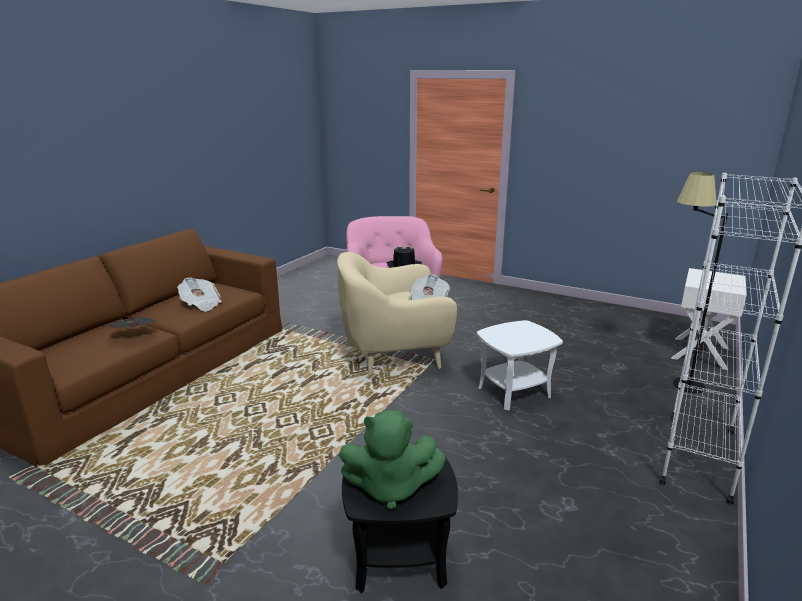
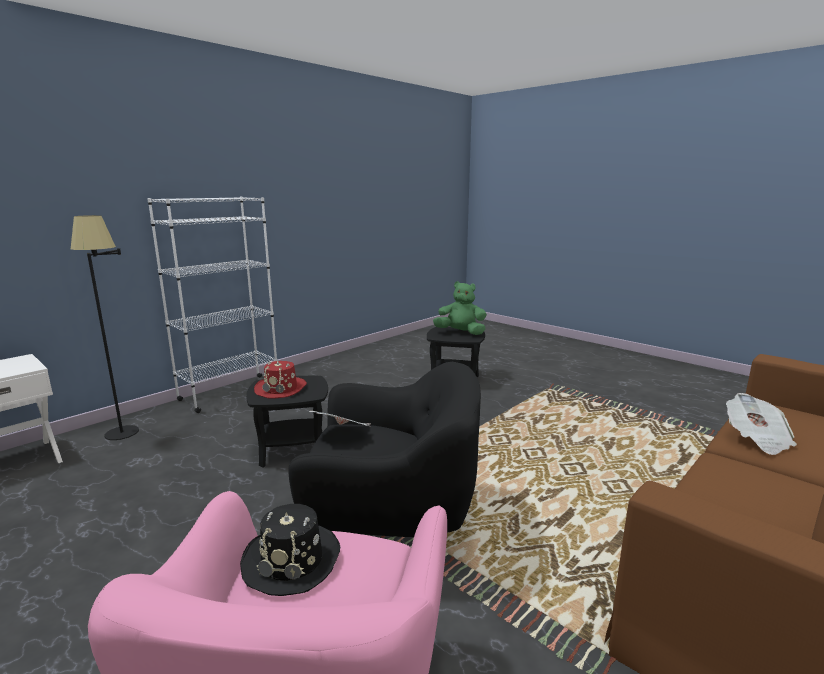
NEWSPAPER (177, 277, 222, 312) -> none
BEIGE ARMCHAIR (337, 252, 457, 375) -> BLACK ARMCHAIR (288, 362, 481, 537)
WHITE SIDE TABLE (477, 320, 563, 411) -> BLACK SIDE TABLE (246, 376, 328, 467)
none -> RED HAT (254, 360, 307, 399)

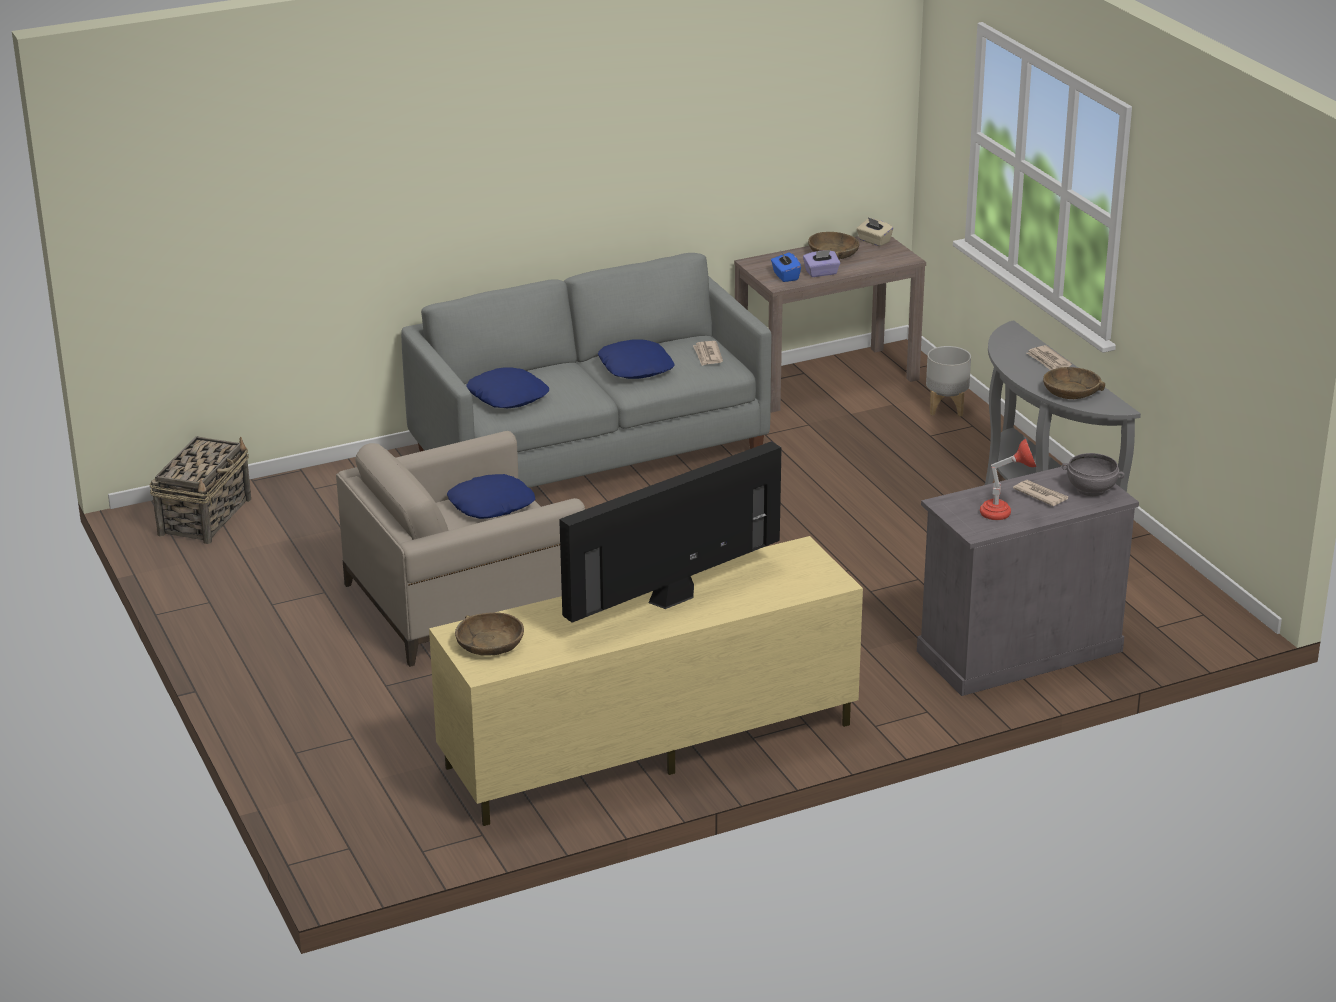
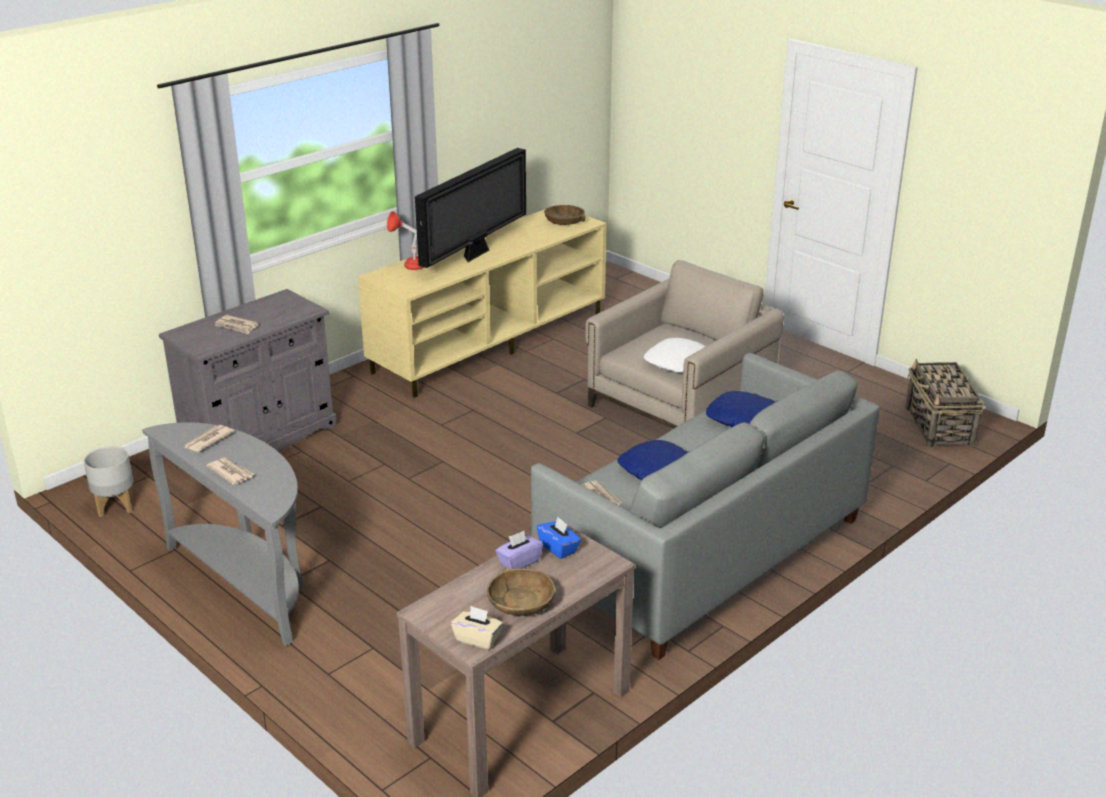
BLUE PILLOW (447, 474, 535, 519) -> WHITE PILLOW (644, 338, 706, 373)
GREY PLANTER (926, 346, 971, 417) -> GREY PLANTER (84, 446, 133, 517), relocated
RED TABLE LAMP (980, 439, 1036, 520) -> RED TABLE LAMP (387, 211, 424, 270), relocated
BROWN BOWL (1043, 367, 1105, 399) -> NEWSPAPER (184, 425, 234, 452)
GREY BOWL (1062, 453, 1125, 496) -> none

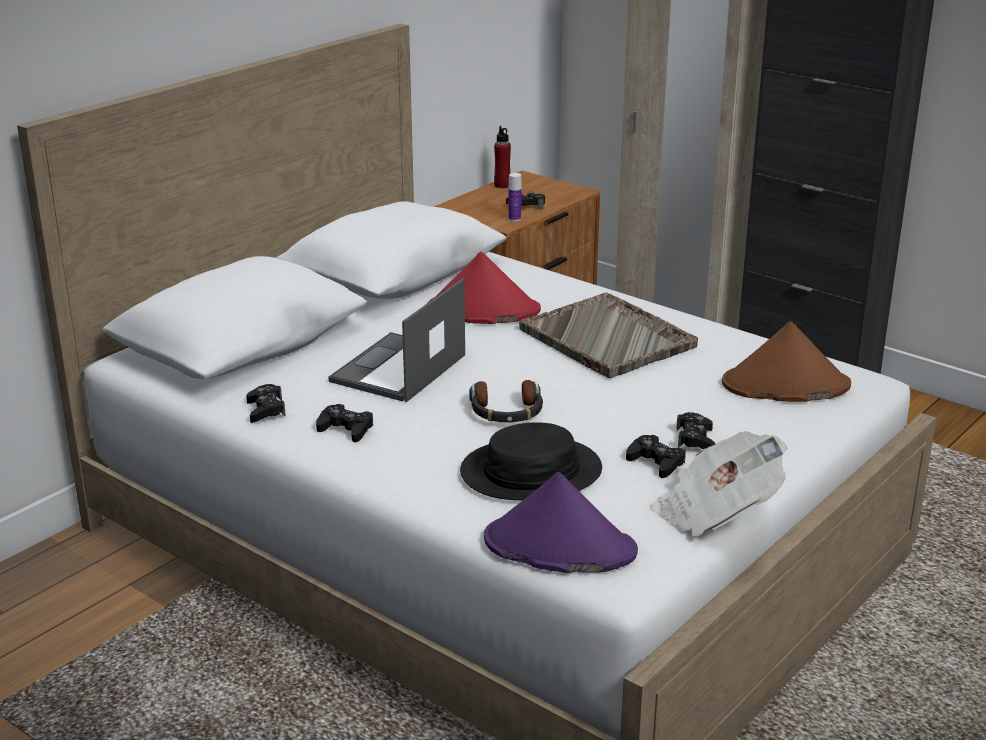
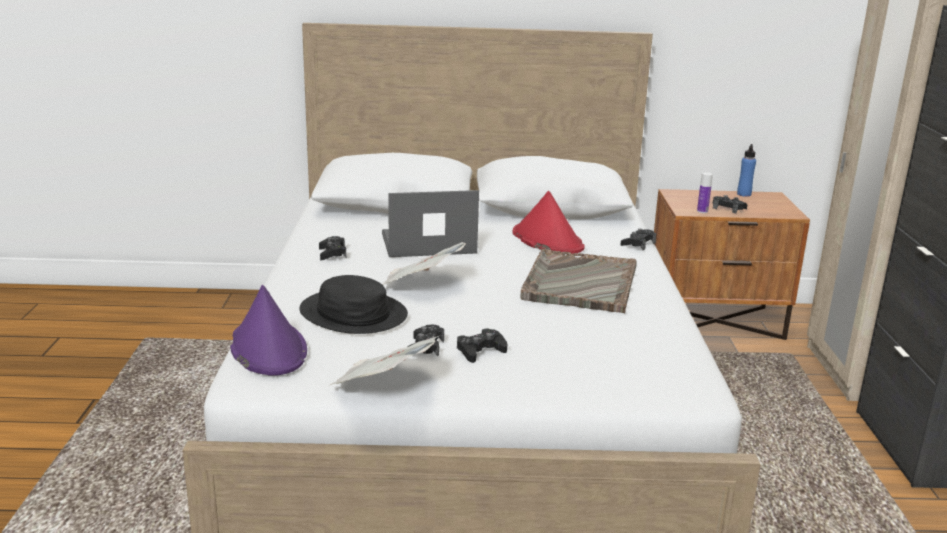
BLACK GAME CONTROLLER (246, 384, 286, 423) -> BLACK GAME CONTROLLER (620, 229, 656, 250), relocated
HEADPHONES (469, 380, 543, 422) -> NEWSPAPER (382, 242, 466, 285)
RED BOTTLE (494, 126, 511, 188) -> BLUE BOTTLE (737, 144, 756, 197)
BROWN HAT (722, 321, 851, 402) -> none

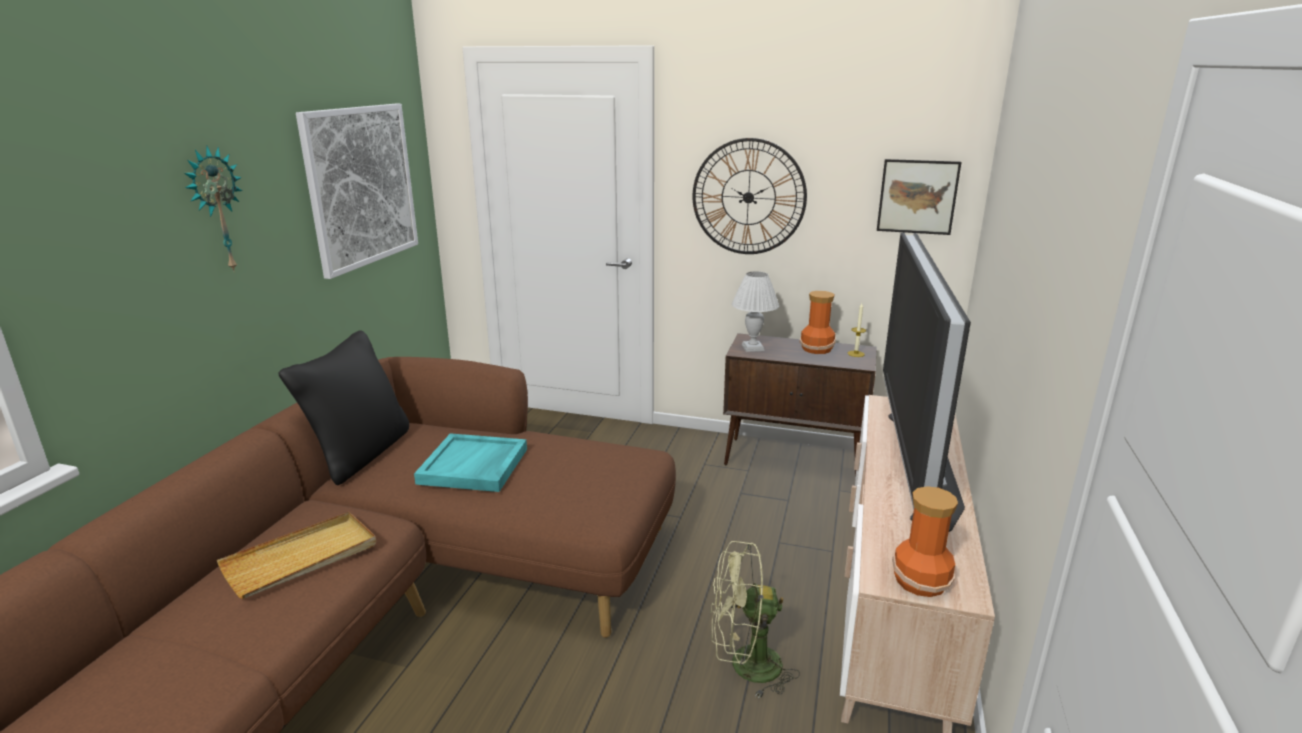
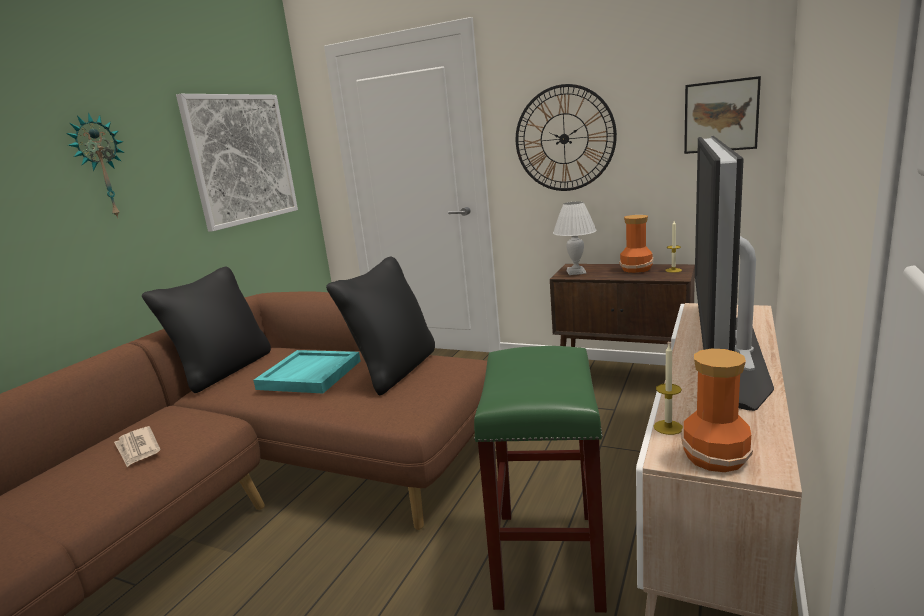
BEIGE TRAY (217, 512, 376, 599) -> NEWSPAPER (114, 426, 161, 467)
GREEN FAN (711, 541, 800, 699) -> GREEN STOOL (474, 346, 607, 613)
none -> BLACK PILLOW (326, 256, 435, 395)
none -> CANDLE (654, 345, 683, 435)

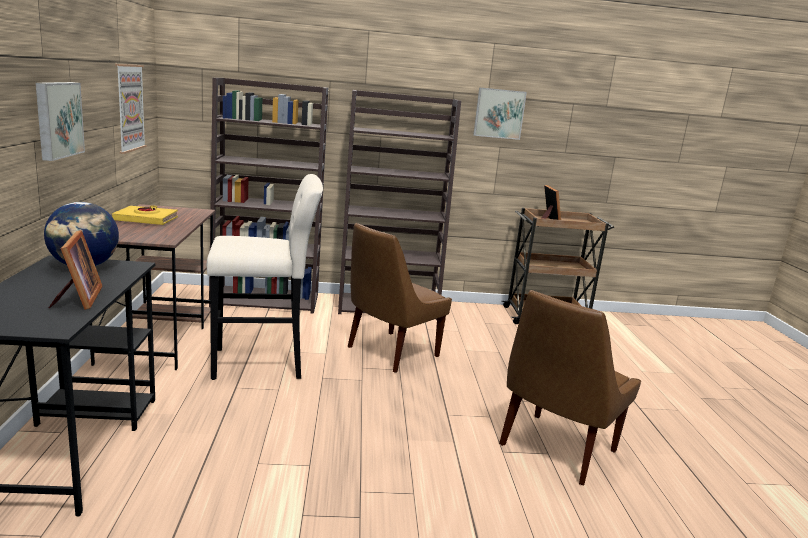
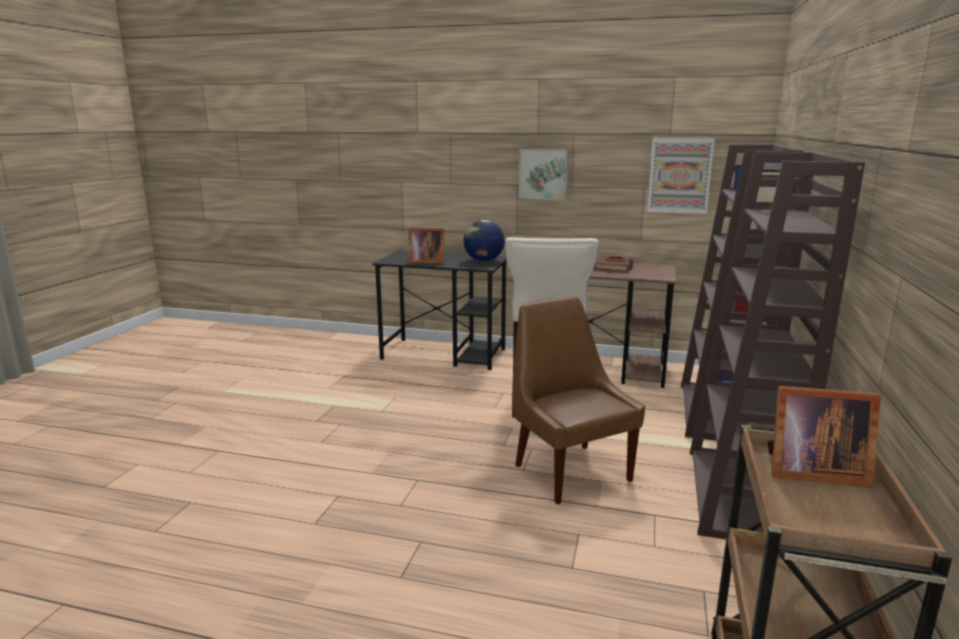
YELLOW BOOK (112, 205, 178, 225) -> BROWN BOOK (594, 255, 634, 272)
PICTURE (473, 87, 527, 140) -> none
BROWN CHAIR (499, 290, 641, 485) -> none

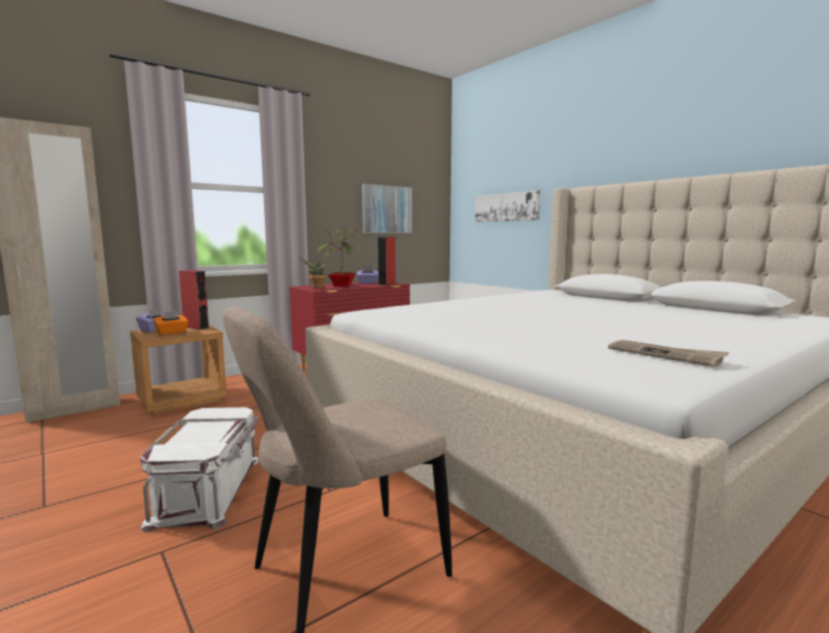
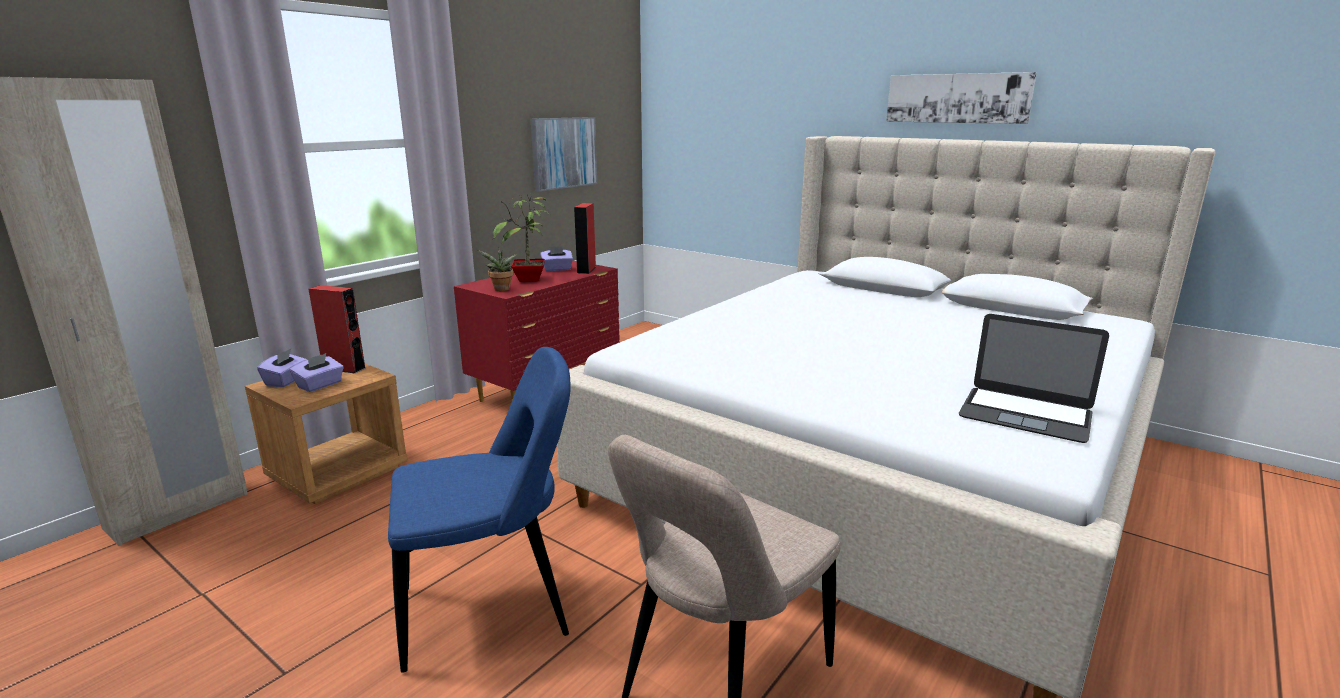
WHITE STORAGE BOX (141, 407, 260, 533) -> BLUE CHAIR (388, 347, 571, 673)
ORANGE TISSUE BOX (153, 311, 188, 335) -> PURPLE TISSUE BOX (290, 353, 344, 392)
PICTURE (475, 190, 540, 222) -> PICTURE (886, 72, 1037, 124), relocated
NEWSPAPER (608, 340, 729, 367) -> LAPTOP (959, 314, 1109, 443)

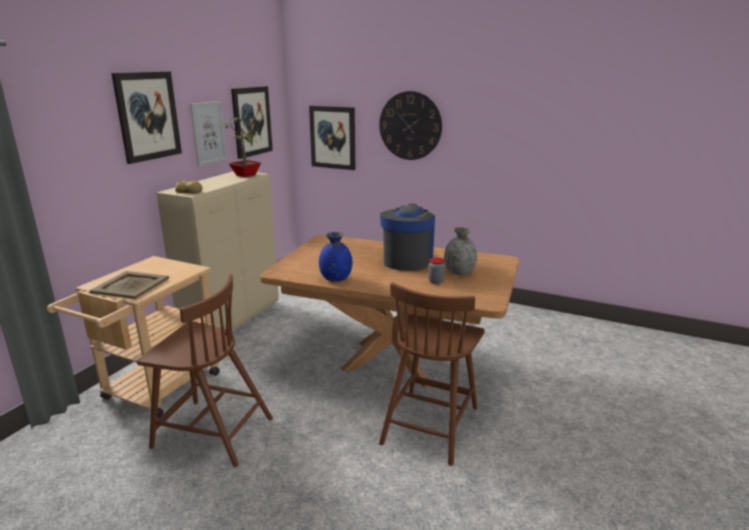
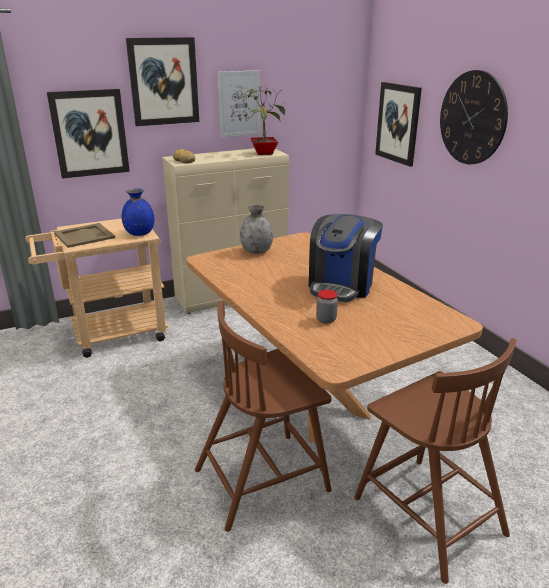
BROWN CHAIR (137, 274, 273, 467) -> BROWN CHAIR (354, 338, 517, 584), relocated
PICTURE (231, 86, 273, 159) -> PICTURE (47, 89, 130, 179), relocated
BLUE VASE (319, 232, 352, 282) -> BLUE VASE (122, 189, 154, 236), relocated
COFFEE MACHINE (380, 204, 435, 271) -> COFFEE MACHINE (309, 214, 383, 302), 150 degrees clockwise
GREY VASE (444, 227, 477, 275) -> GREY VASE (240, 204, 273, 254), relocated

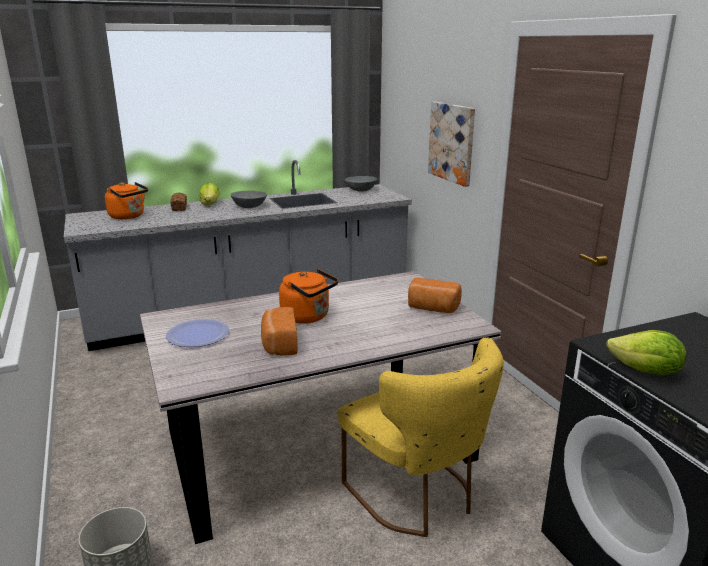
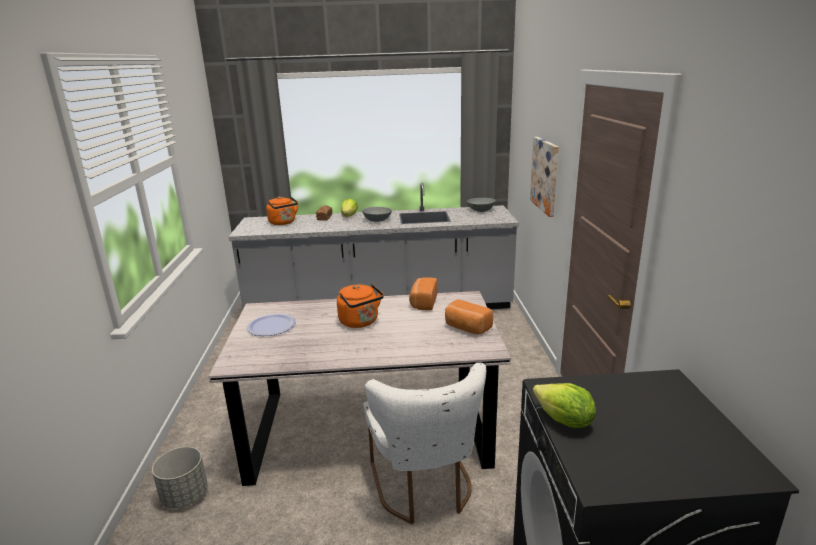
BREAD (261, 307, 298, 356) -> BREAD (409, 277, 437, 311), relocated
YELLOW CHAIR (338, 337, 504, 537) -> WHITE CHAIR (363, 362, 486, 524)

